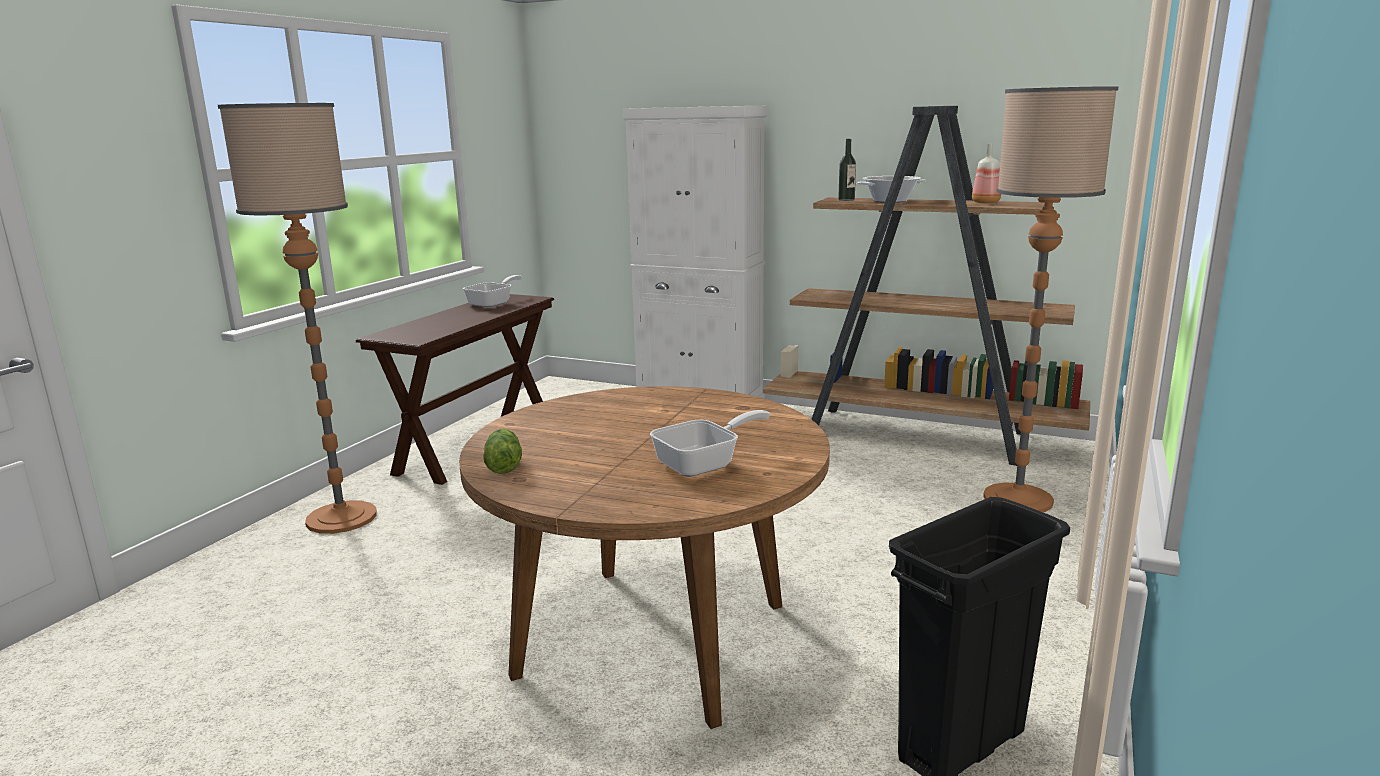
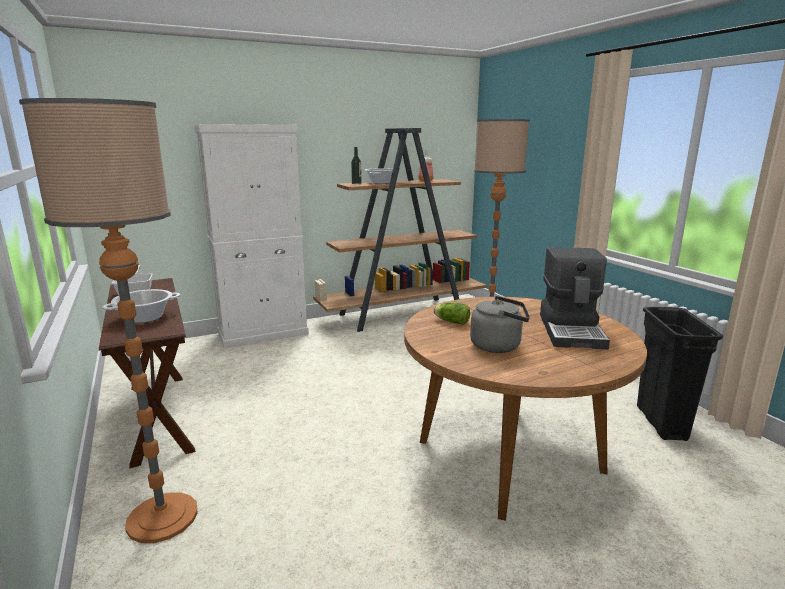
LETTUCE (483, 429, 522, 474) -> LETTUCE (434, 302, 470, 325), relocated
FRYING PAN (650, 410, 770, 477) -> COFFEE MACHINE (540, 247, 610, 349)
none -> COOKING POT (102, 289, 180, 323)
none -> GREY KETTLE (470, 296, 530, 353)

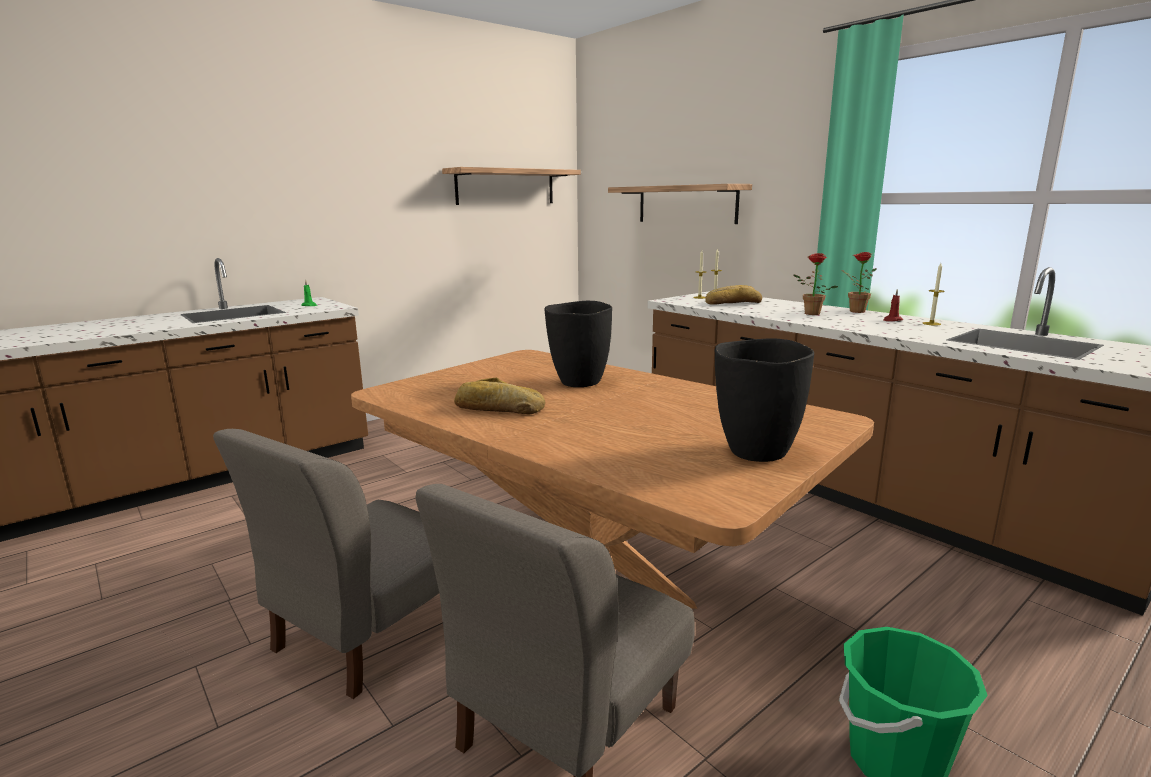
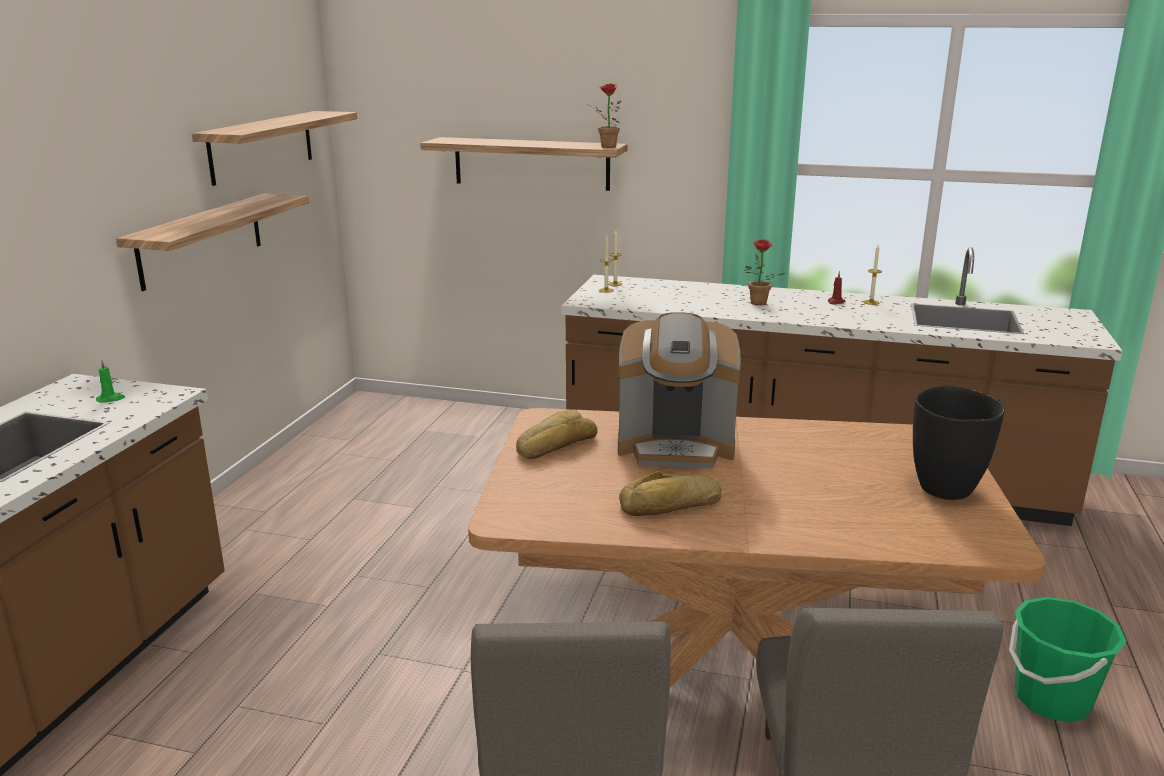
BLACK VASE (544, 301, 612, 387) -> COFFEE MACHINE (618, 312, 741, 469)
BREAD (705, 285, 762, 305) -> BREAD (516, 410, 597, 459), relocated
POTTED PLANT (841, 252, 877, 313) -> POTTED PLANT (587, 84, 621, 148), relocated
none -> SHELF (116, 193, 309, 291)

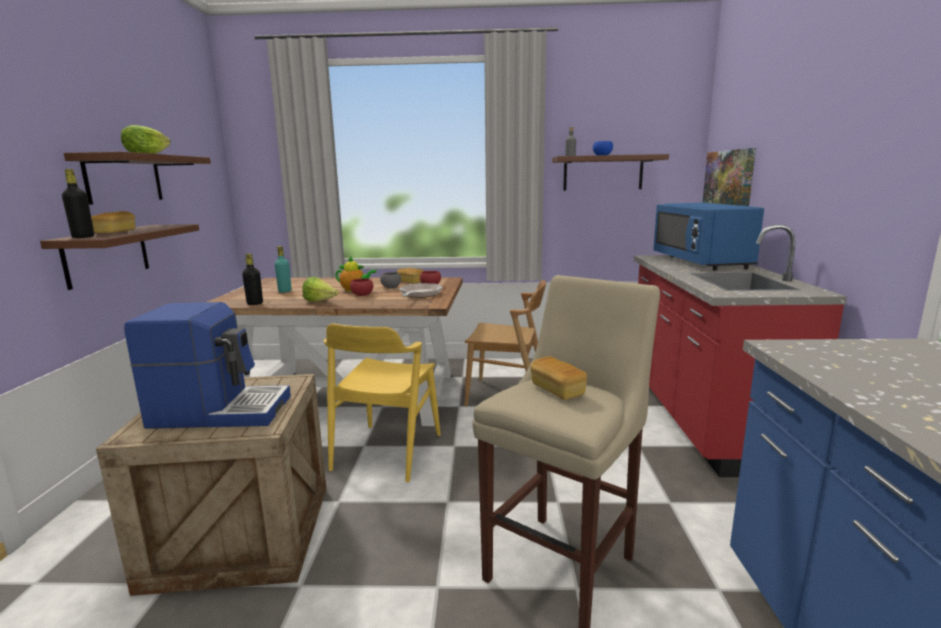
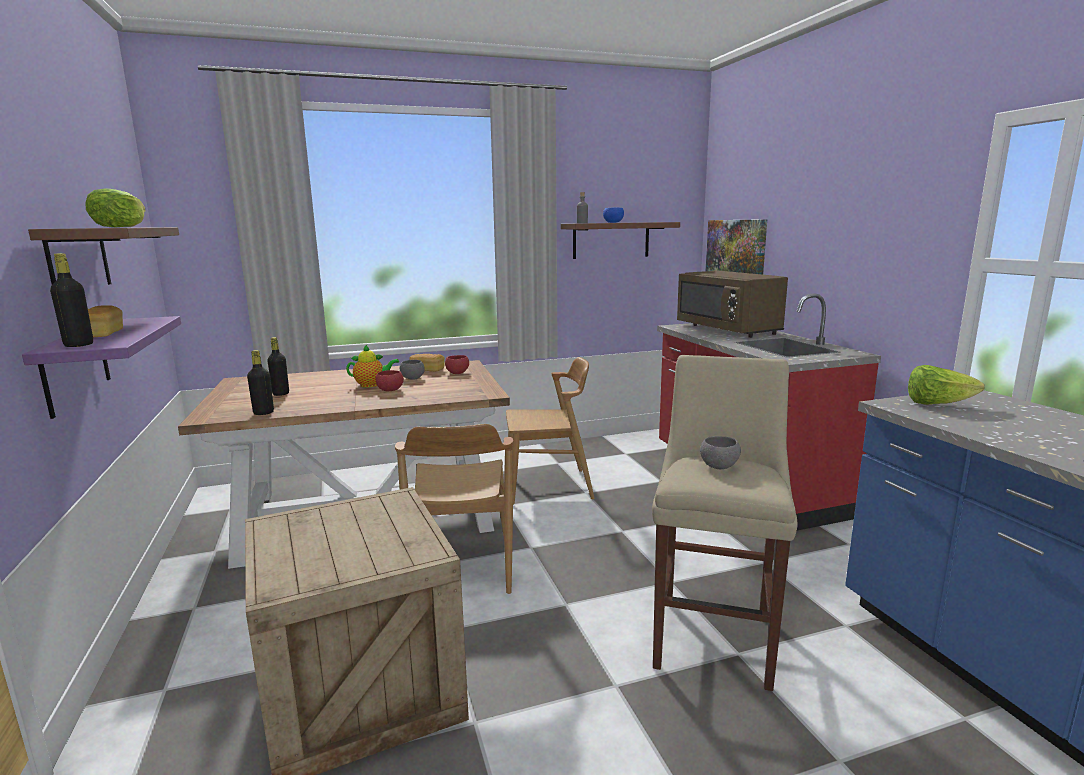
BROWN SHELF (40, 224, 199, 290) -> PURPLE SHELF (22, 316, 181, 419)
COFFEE MACHINE (124, 302, 291, 429) -> none
TURQUOISE BOTTLE (275, 246, 292, 293) -> BLACK BOTTLE (267, 337, 289, 396)
LETTUCE (302, 277, 339, 302) -> LETTUCE (908, 365, 985, 405), relocated
YELLOW CHAIR (324, 324, 441, 482) -> BROWN CHAIR (395, 424, 513, 594)
FRYING PAN (400, 283, 443, 298) -> none
BREAD (530, 356, 587, 400) -> GREY BOWL (700, 436, 741, 469)
BLUE MICROWAVE (653, 203, 764, 270) -> BROWN MICROWAVE (677, 271, 788, 338)

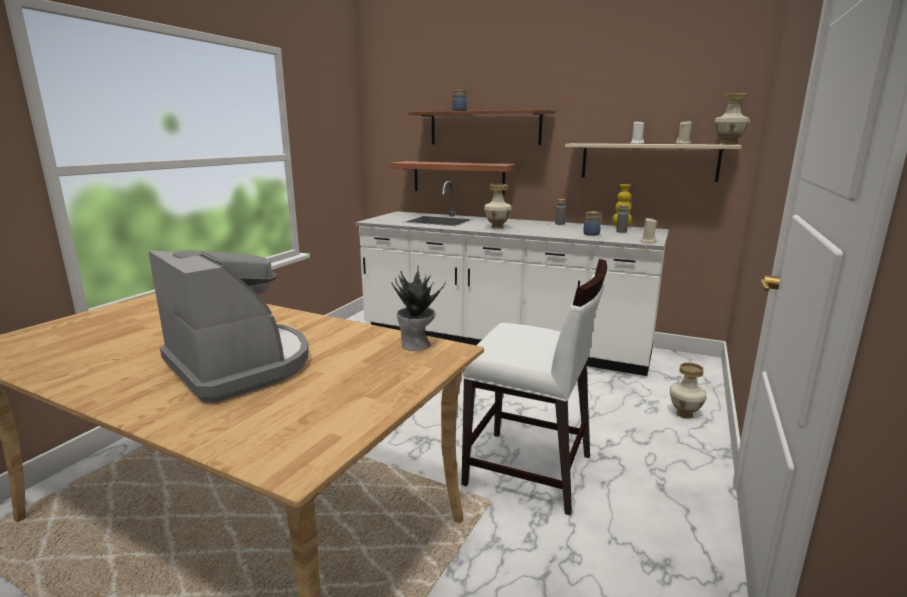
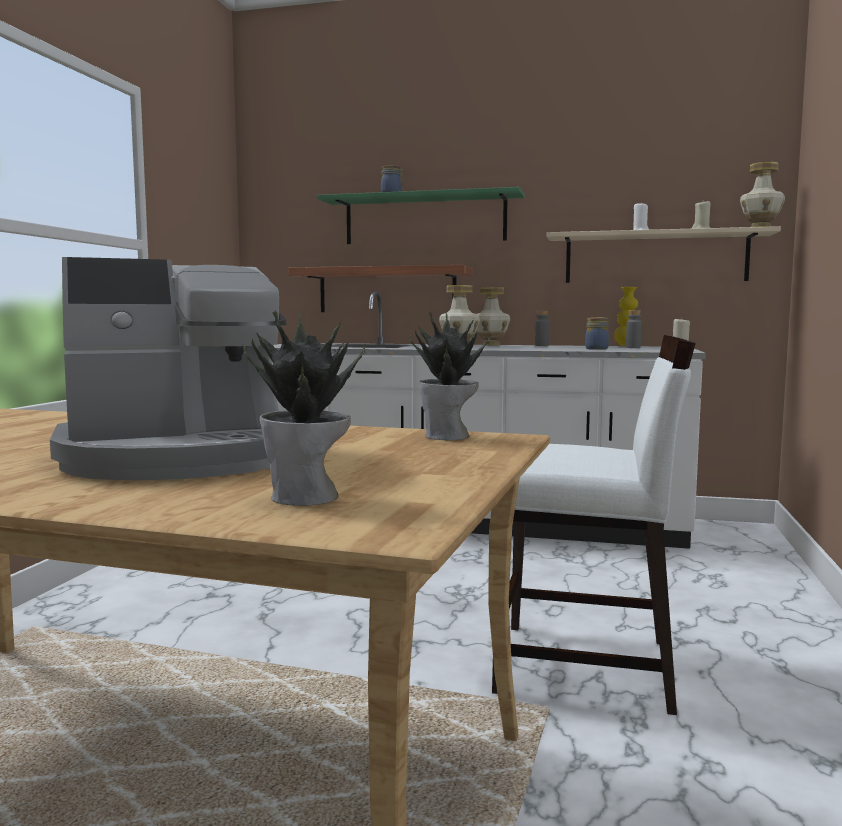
COFFEE MACHINE (149, 250, 309, 403) -> COFFEE MACHINE (50, 257, 287, 480), 120 degrees clockwise
BROWN SHELF (408, 110, 555, 145) -> GREEN SHELF (317, 187, 524, 244)
VASE (670, 363, 707, 419) -> VASE (477, 287, 510, 346), relocated
none -> POTTED PLANT (243, 310, 366, 506)

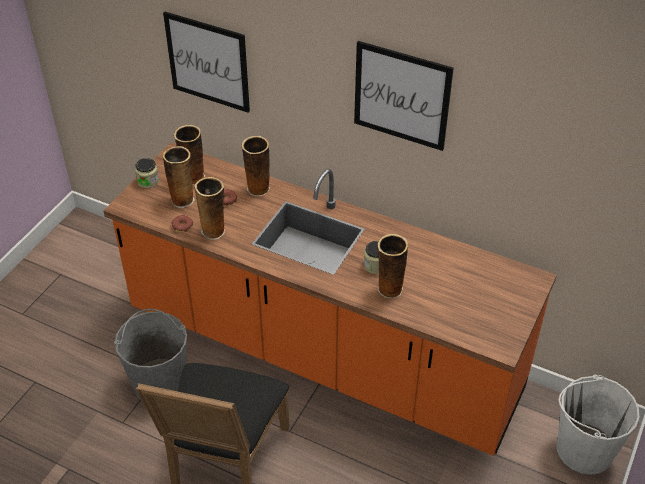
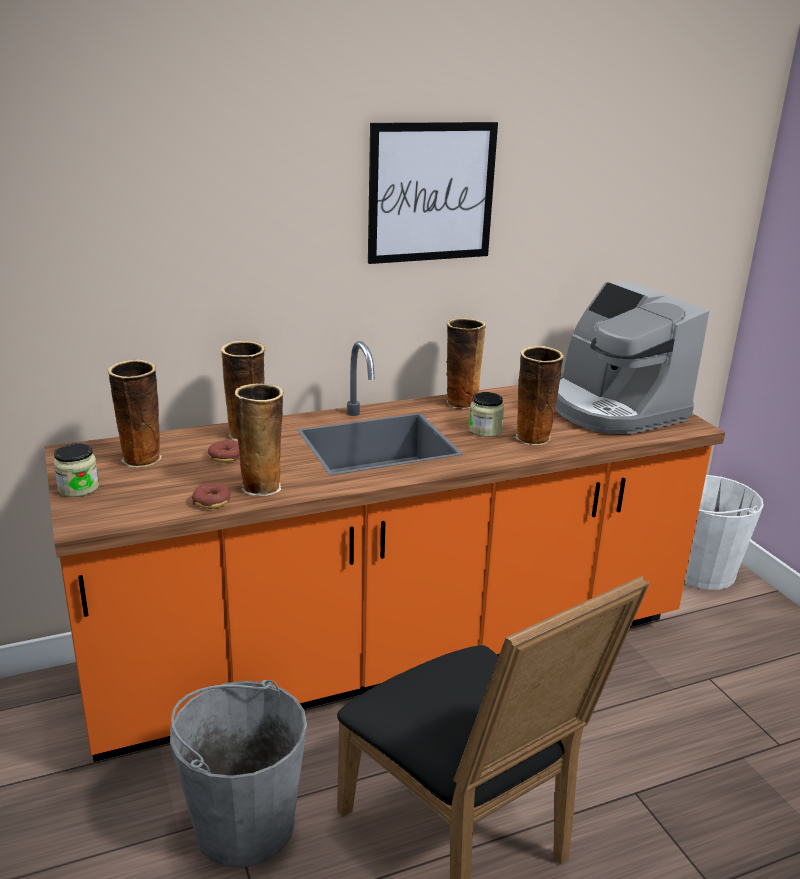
PICTURE (163, 12, 250, 113) -> none
VASE (163, 146, 194, 208) -> VASE (446, 318, 486, 409), relocated
none -> COFFEE MACHINE (555, 281, 709, 434)

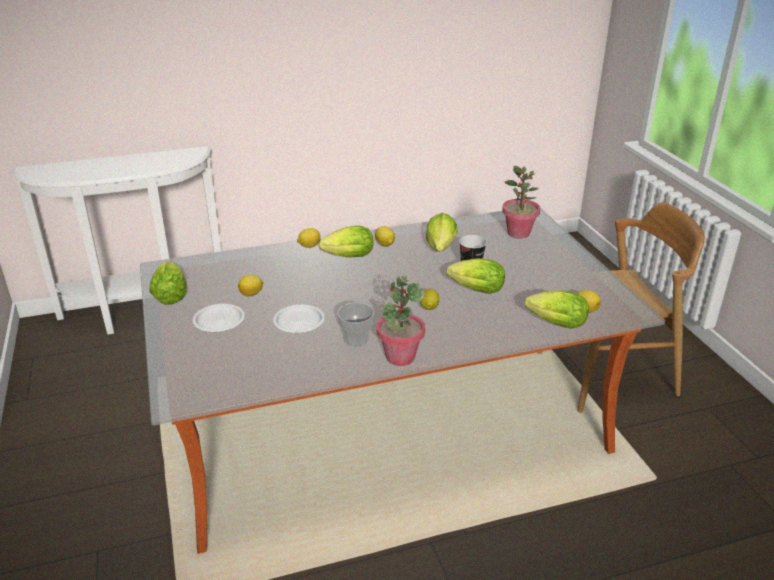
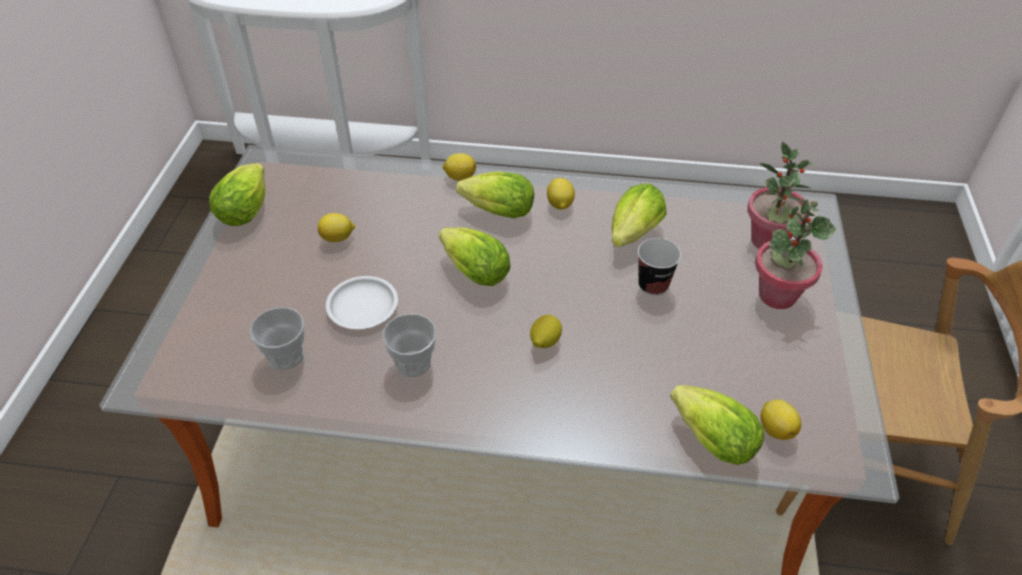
WHITE PLATE (193, 303, 245, 332) -> none
POTTED PLANT (377, 275, 425, 366) -> POTTED PLANT (755, 200, 836, 309), relocated
LETTUCE (446, 258, 505, 294) -> LETTUCE (439, 227, 510, 286), relocated
none -> CUP (249, 307, 305, 370)

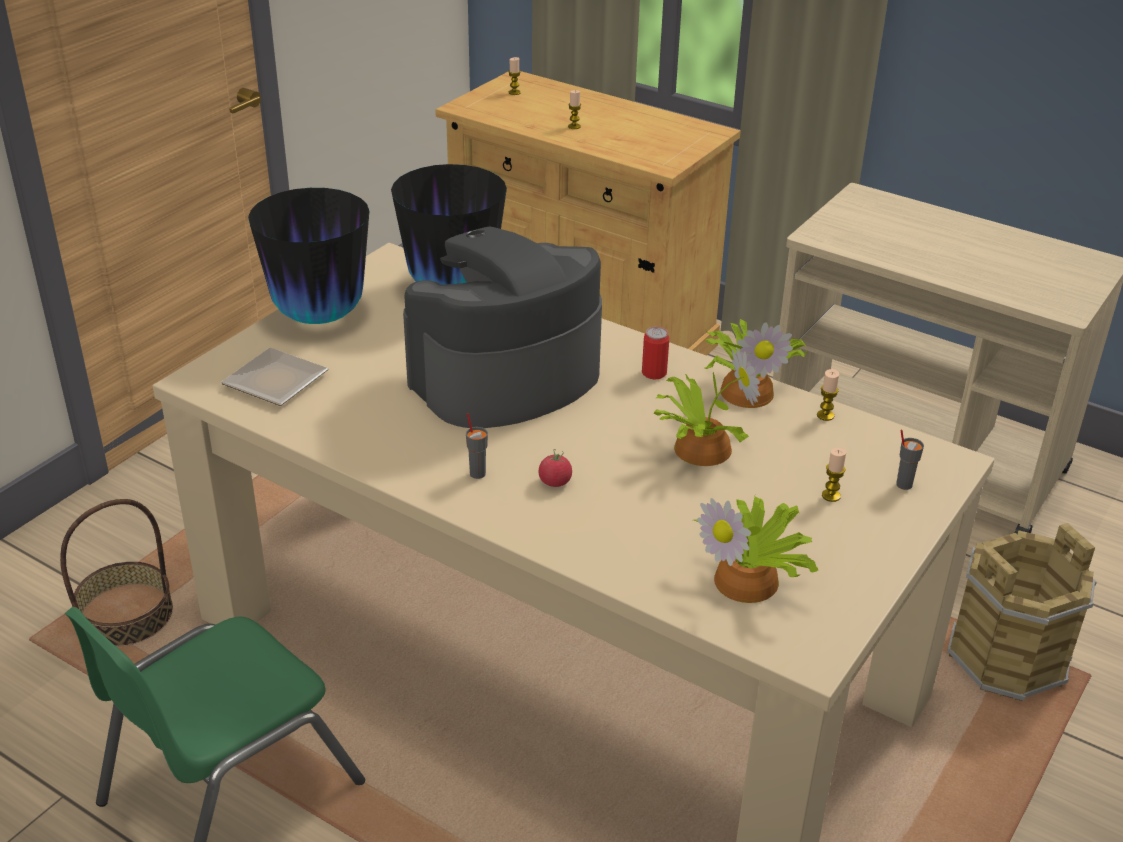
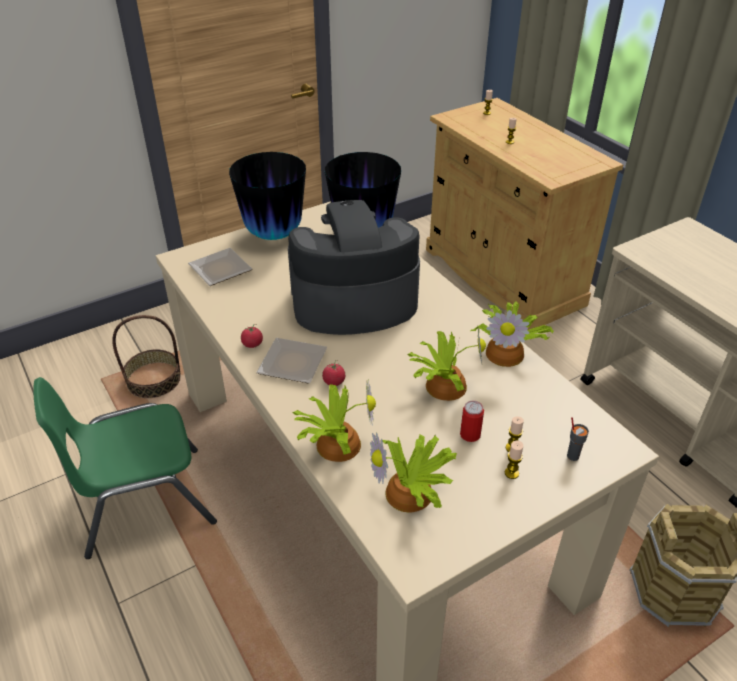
GREY CUP (466, 413, 488, 479) -> PLATE (256, 338, 327, 384)
CAN (642, 327, 669, 380) -> CAN (460, 401, 484, 442), relocated
CANDLE (817, 369, 839, 421) -> CANDLE (505, 441, 523, 479), relocated
none -> TOMATO (241, 324, 263, 348)
none -> POTTED PLANT (293, 381, 376, 462)

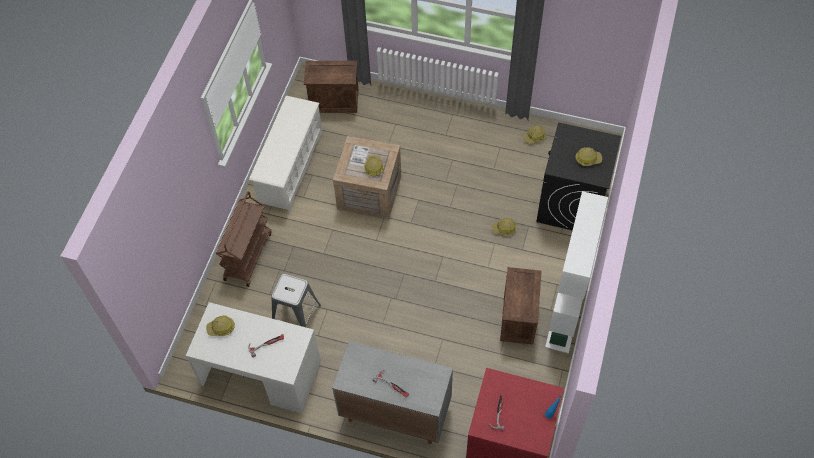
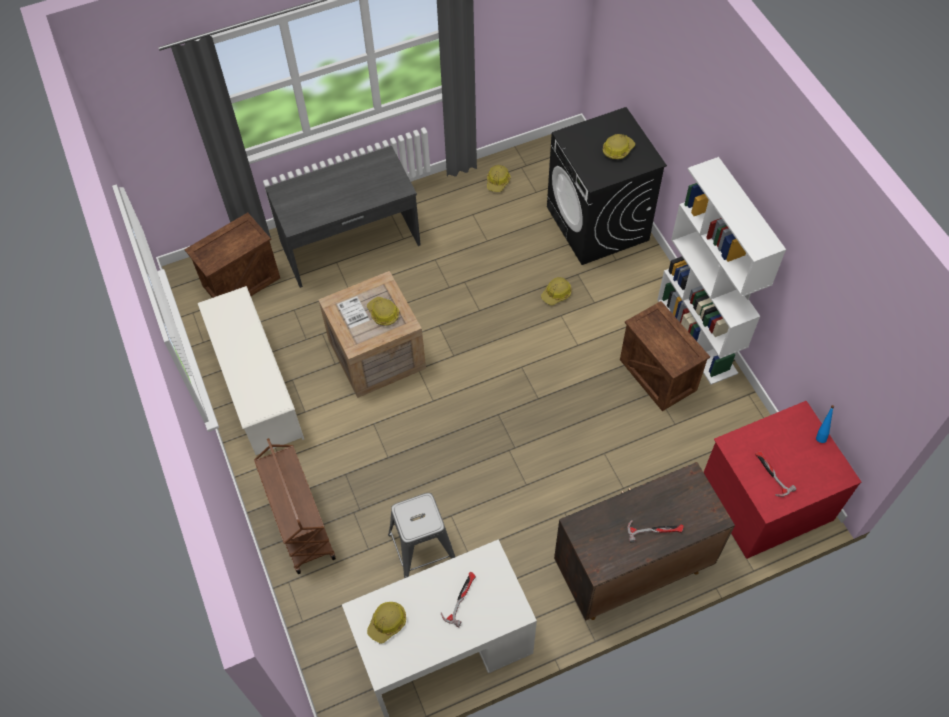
GREY CABINET (332, 341, 453, 444) -> BROWN CABINET (554, 462, 735, 621)
none -> GREY DESK (265, 146, 421, 288)

